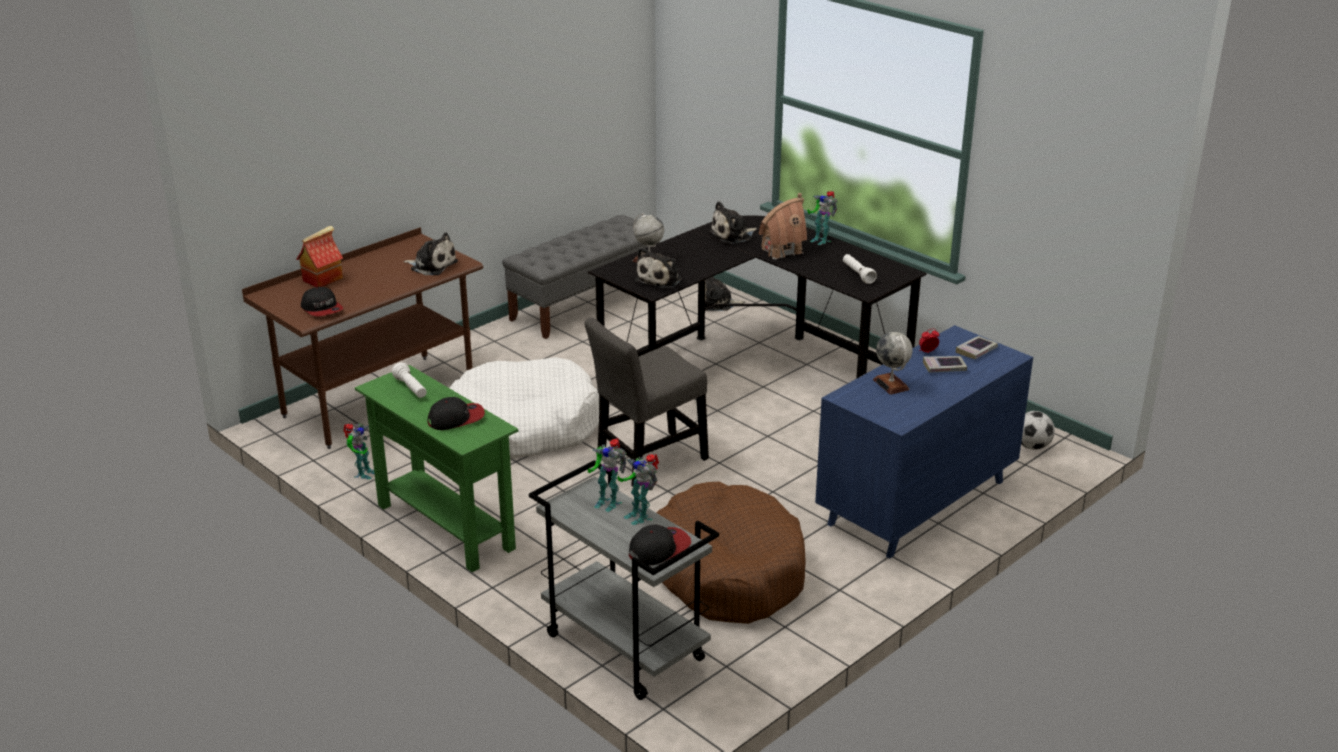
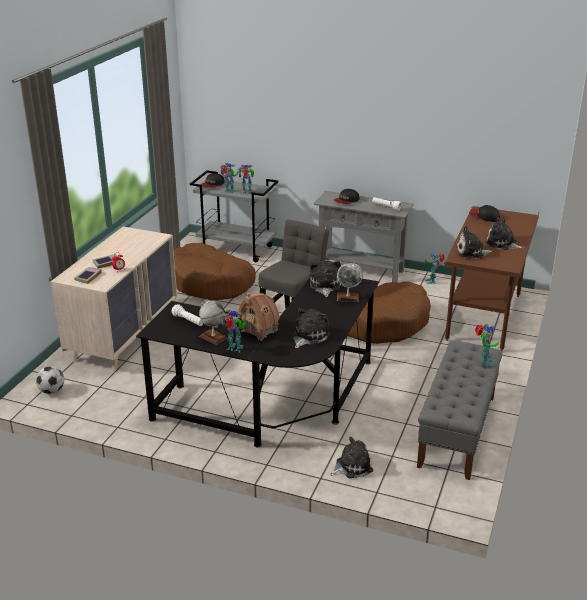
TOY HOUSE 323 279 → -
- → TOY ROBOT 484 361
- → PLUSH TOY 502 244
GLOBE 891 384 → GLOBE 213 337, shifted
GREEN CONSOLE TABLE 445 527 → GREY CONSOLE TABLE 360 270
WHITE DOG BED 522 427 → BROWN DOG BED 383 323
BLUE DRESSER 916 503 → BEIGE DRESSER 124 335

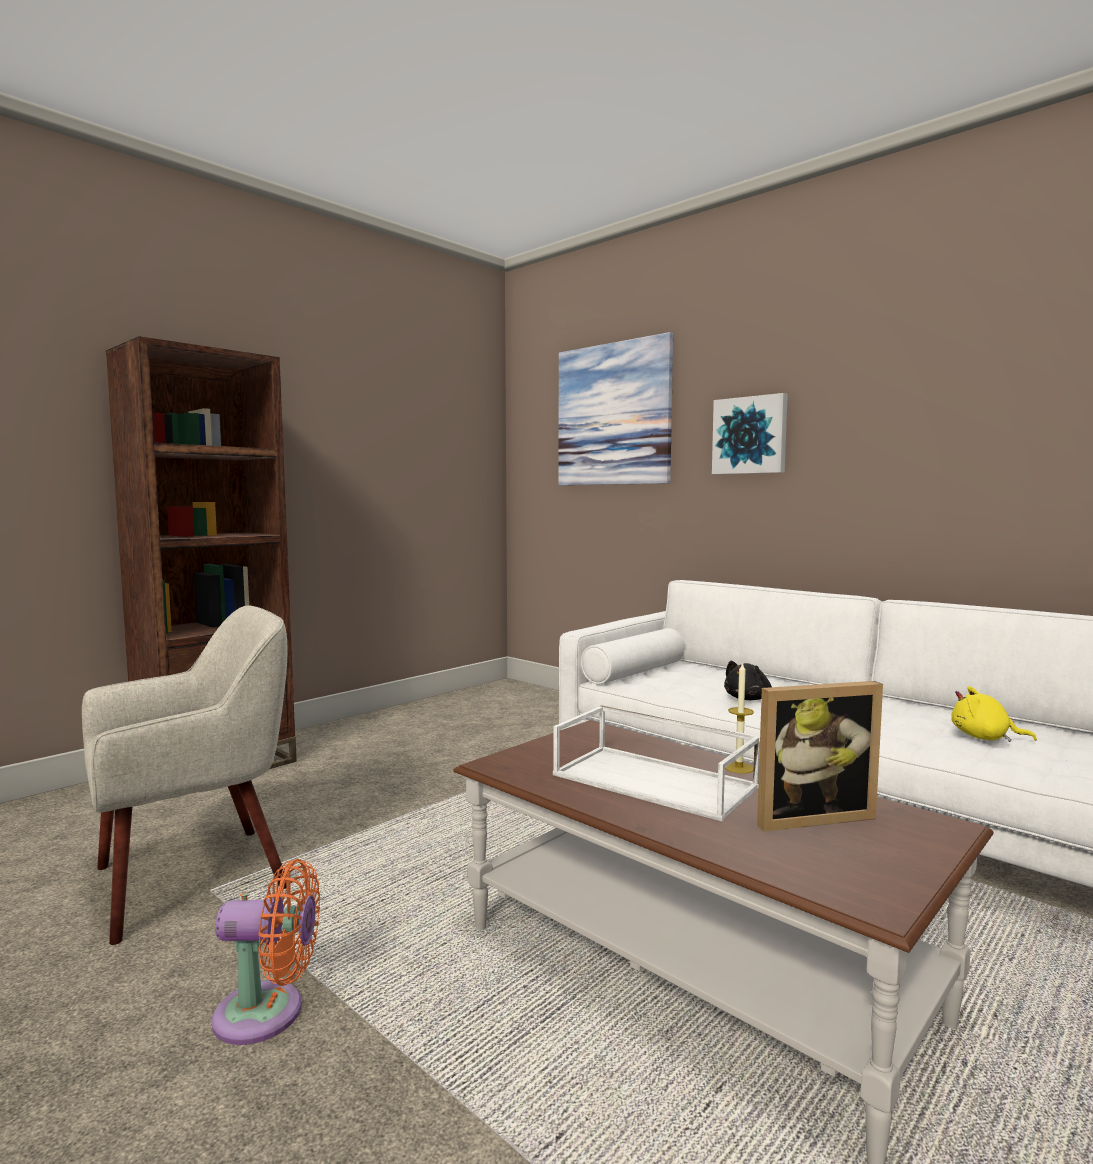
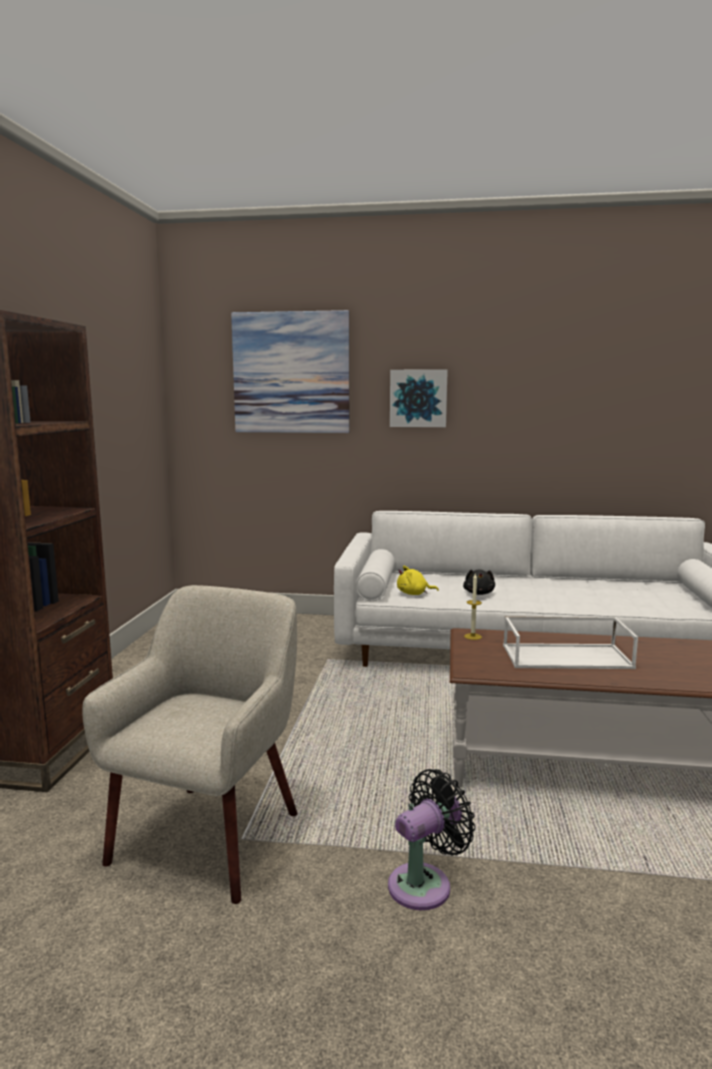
PICTURE FRAME 808 816 → -
CANDLE 739 768 → CANDLE 472 636, shifted
YELLOW PLUSH TOY 984 738 → YELLOW PLUSH TOY 414 594, shifted
ORANGE FAN 268 1013 → BLACK FAN 425 884

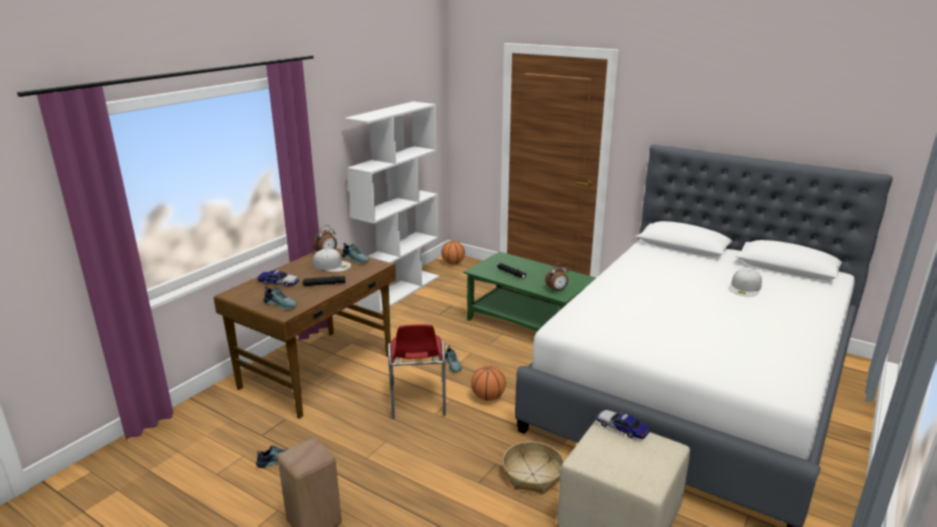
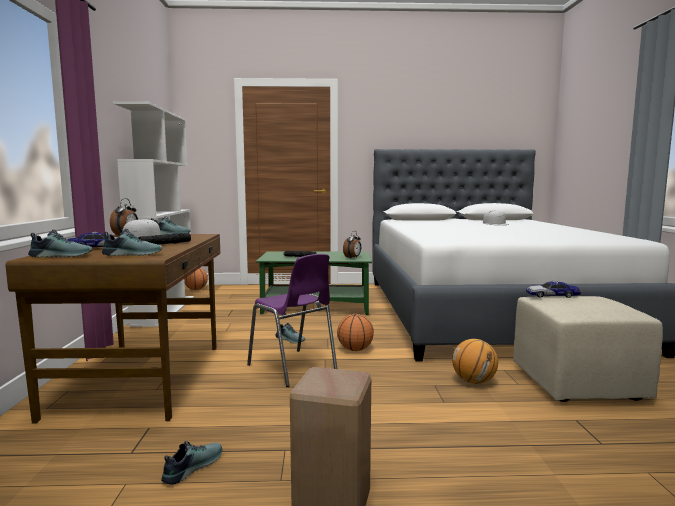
- → SHOE 62 256
BASKET 532 474 → BASKETBALL 474 381
RED CHAIR 418 400 → PURPLE CHAIR 293 368

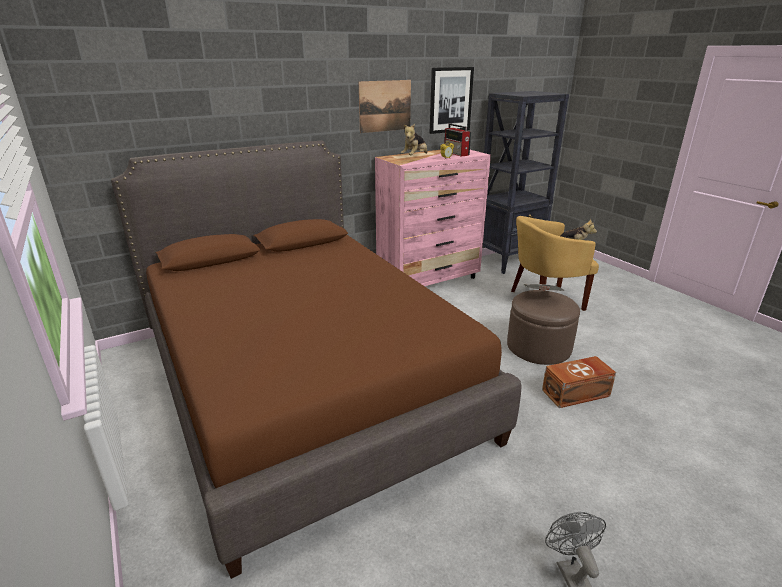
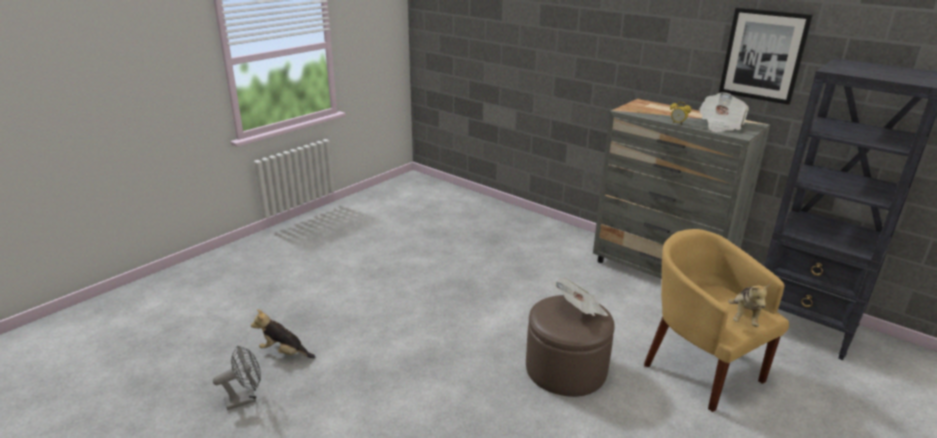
BROWN BED 306 384 → -
PICTURE 385 106 → -
BROWN STORAGE BOX 577 393 → -
PLUSH TOY 415 157 → PLUSH TOY 284 352, shifted
RADIO 456 153 → NEWSPAPER 720 125
PINK DRESSER 429 280 → GREY DRESSER 661 272

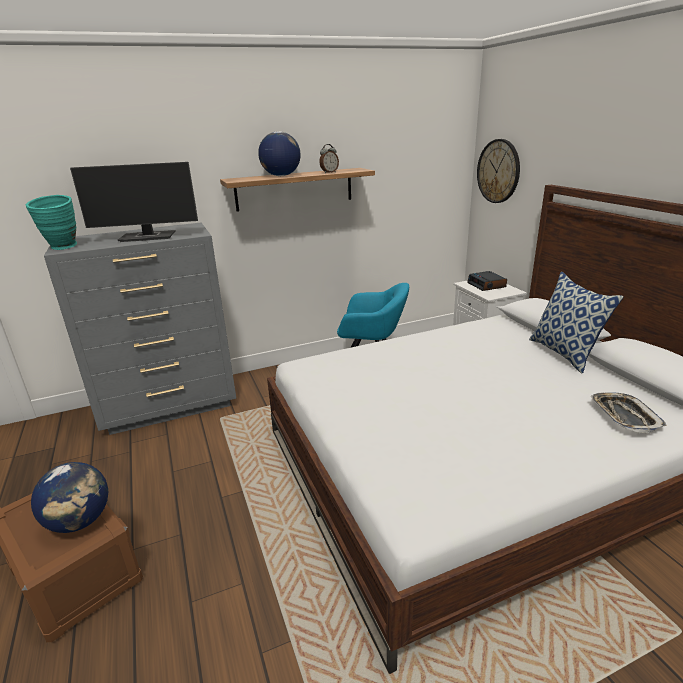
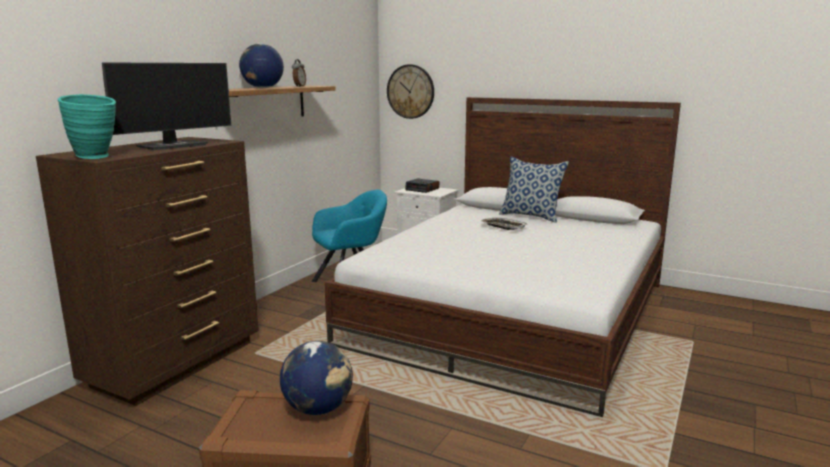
TRAY 624 415 → TRAY 503 227, shifted
GREY DRESSER 171 406 → BROWN DRESSER 177 363

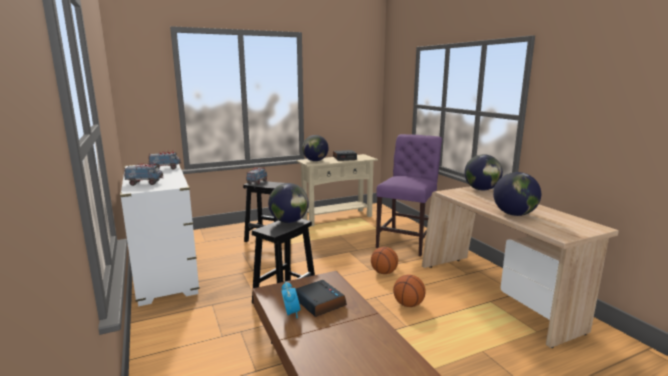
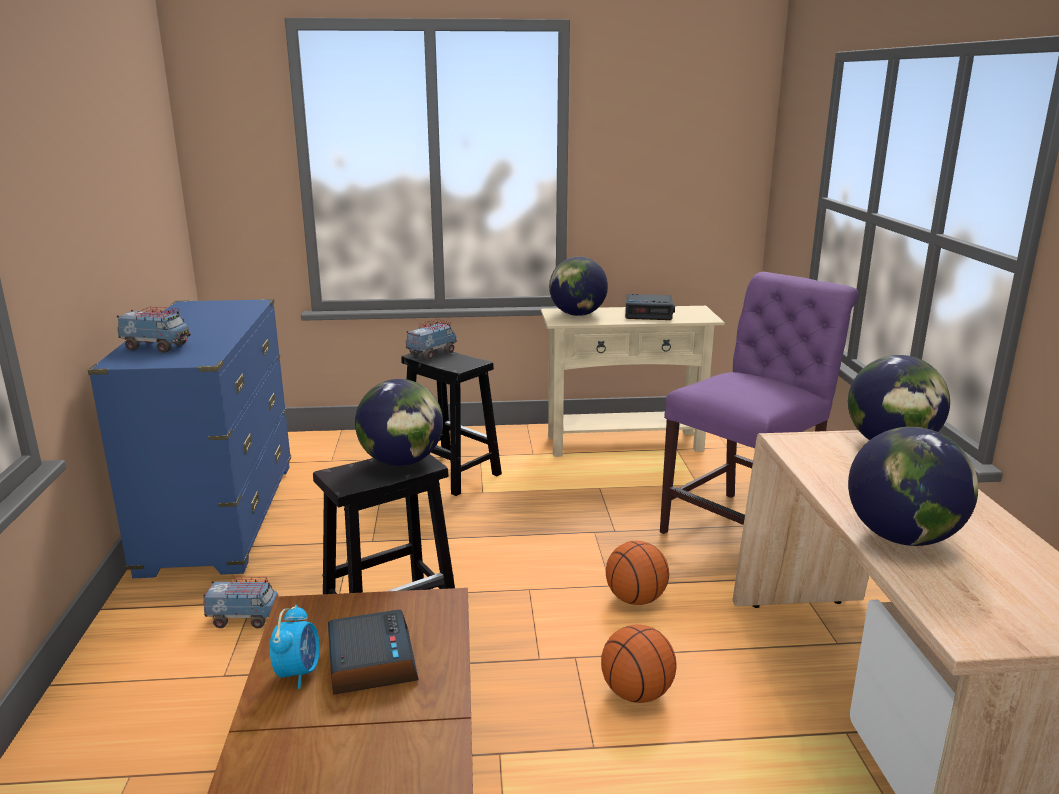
TOY TRUCK 165 168 → TOY TRUCK 244 618, shifted
WHITE DRESSER 165 273 → BLUE DRESSER 221 517

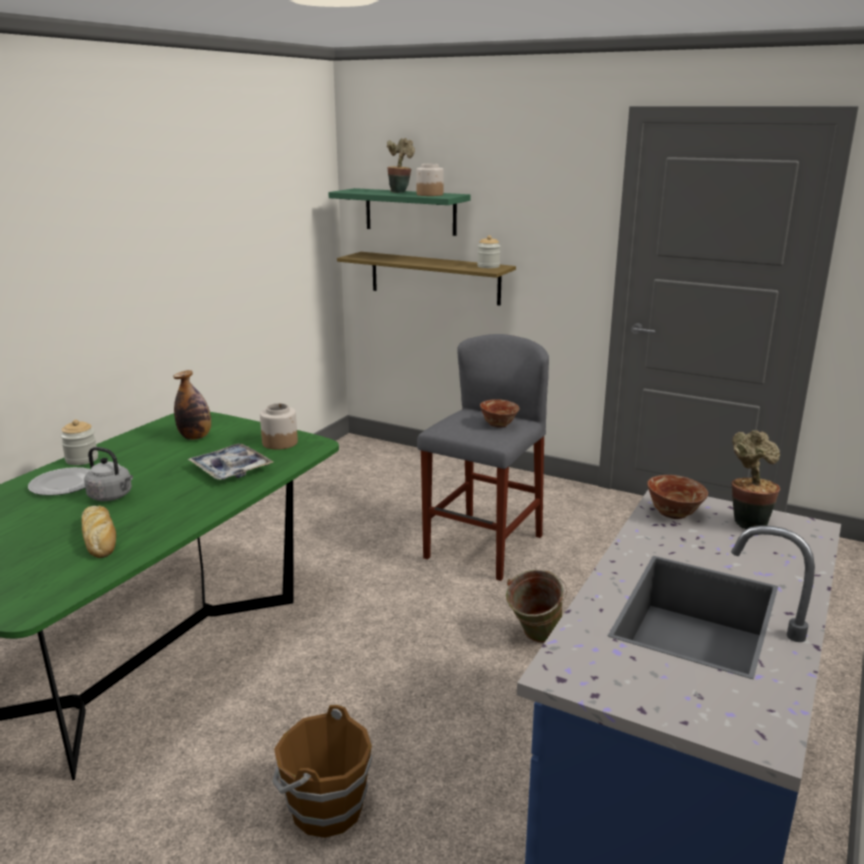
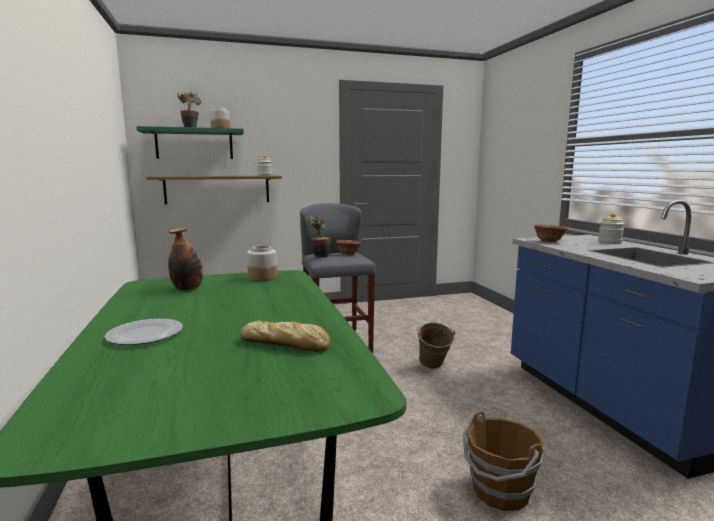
GREY KETTLE 112 496 → -
TRAY 231 469 → -
JAR 82 459 → JAR 609 242, shifted
POTTED PLANT 747 523 → POTTED PLANT 320 257, shifted

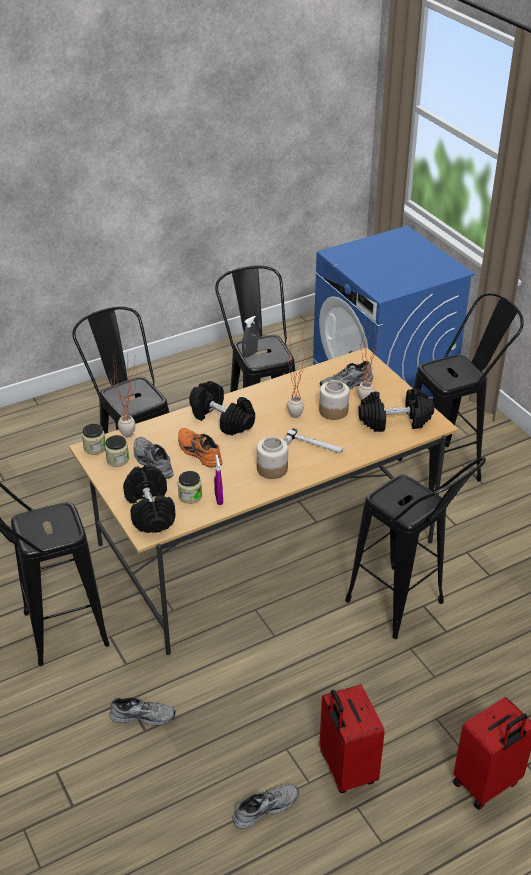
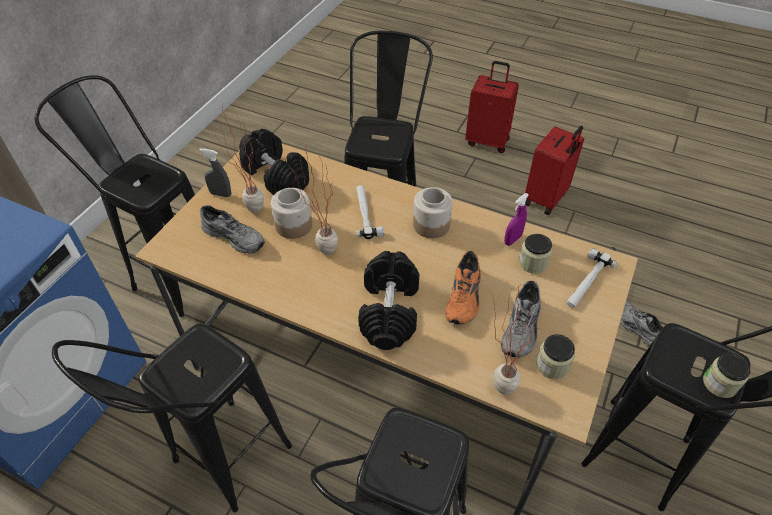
GREY SHOE 264 807 → -
JAR 95 448 → JAR 719 383, shifted
GREY SPRAY BOTTLE 250 354 → GREY SPRAY BOTTLE 221 194, shifted
BLACK DUMBBELL 149 510 → HAMMER 586 282

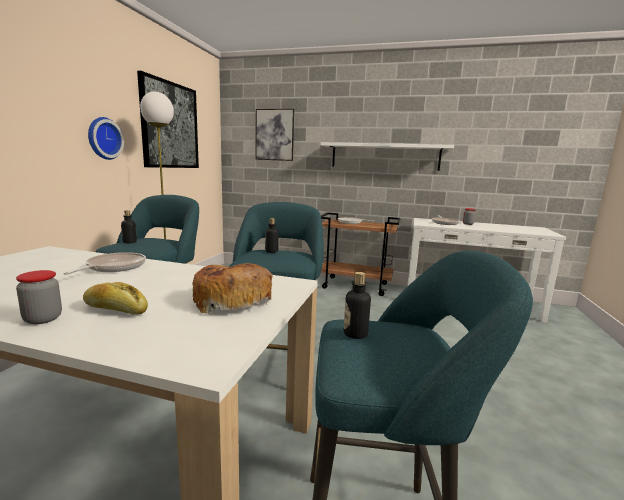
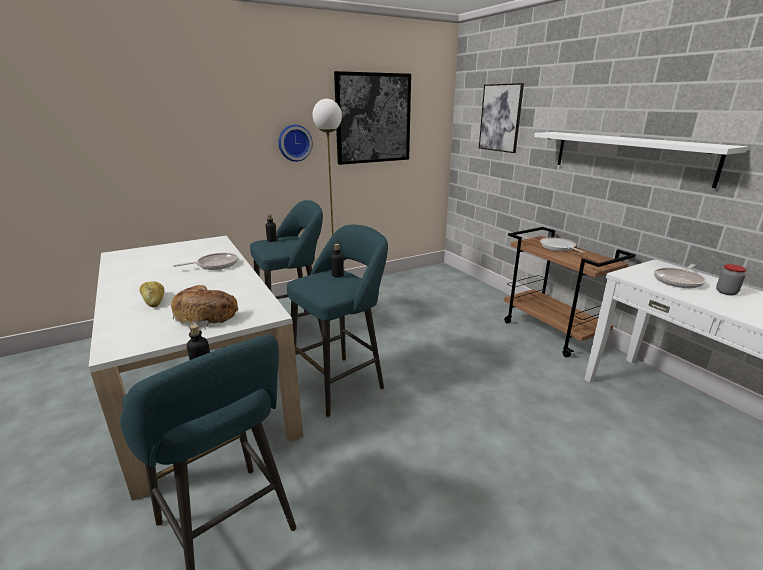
JAR 43 319 → -

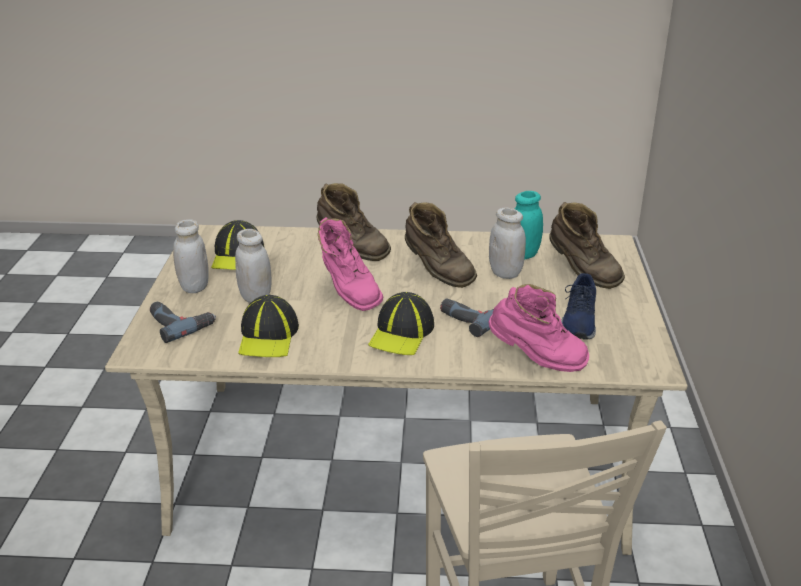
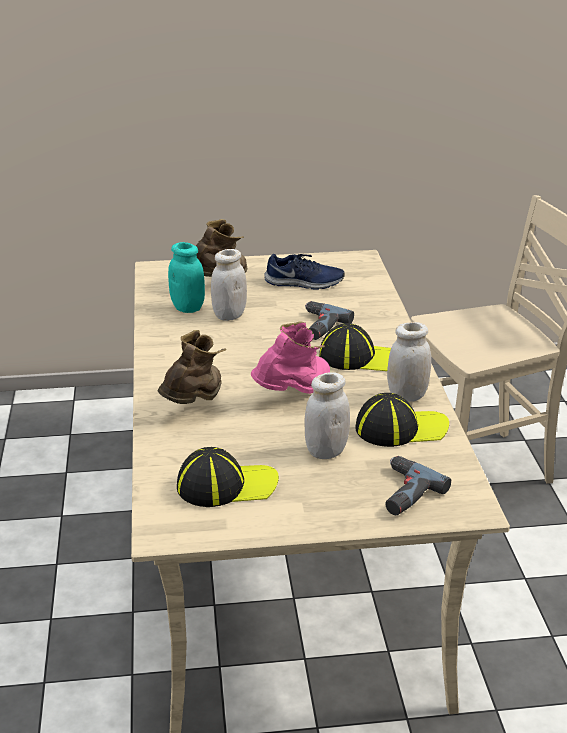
BROWN BOOT 437 273 → -
PINK BOOT 536 360 → -
WHITE JAR 194 287 → WHITE JAR 407 396, shifted

